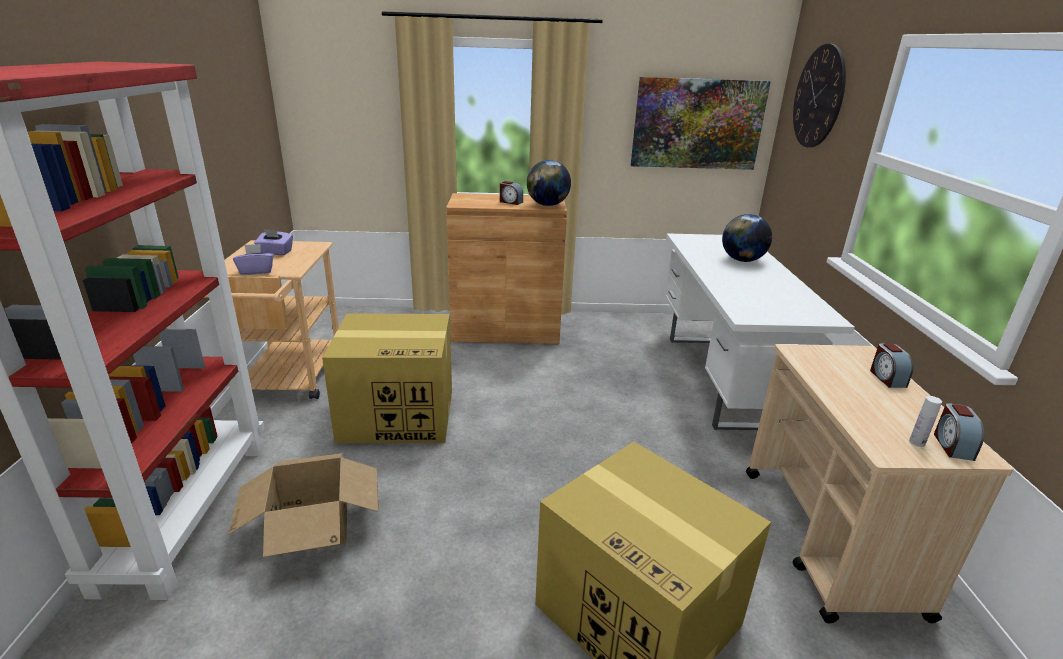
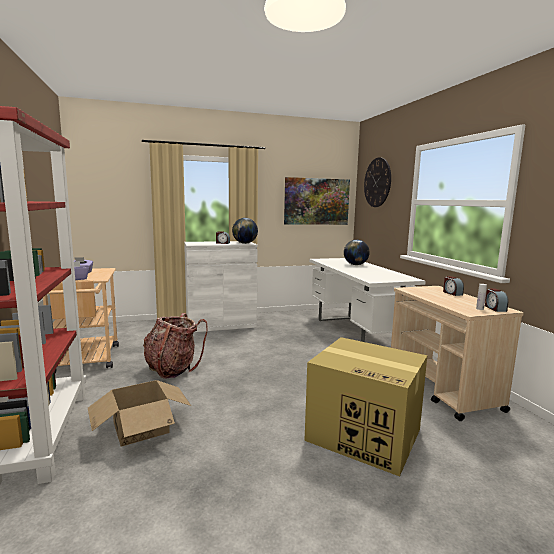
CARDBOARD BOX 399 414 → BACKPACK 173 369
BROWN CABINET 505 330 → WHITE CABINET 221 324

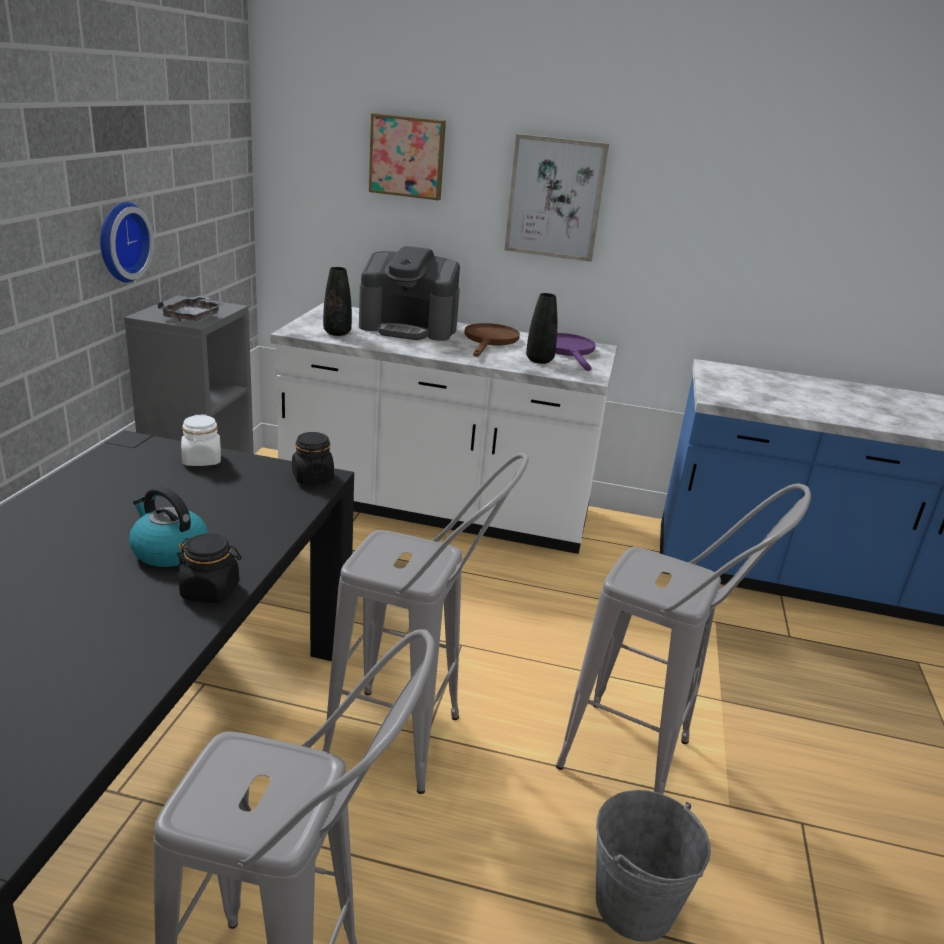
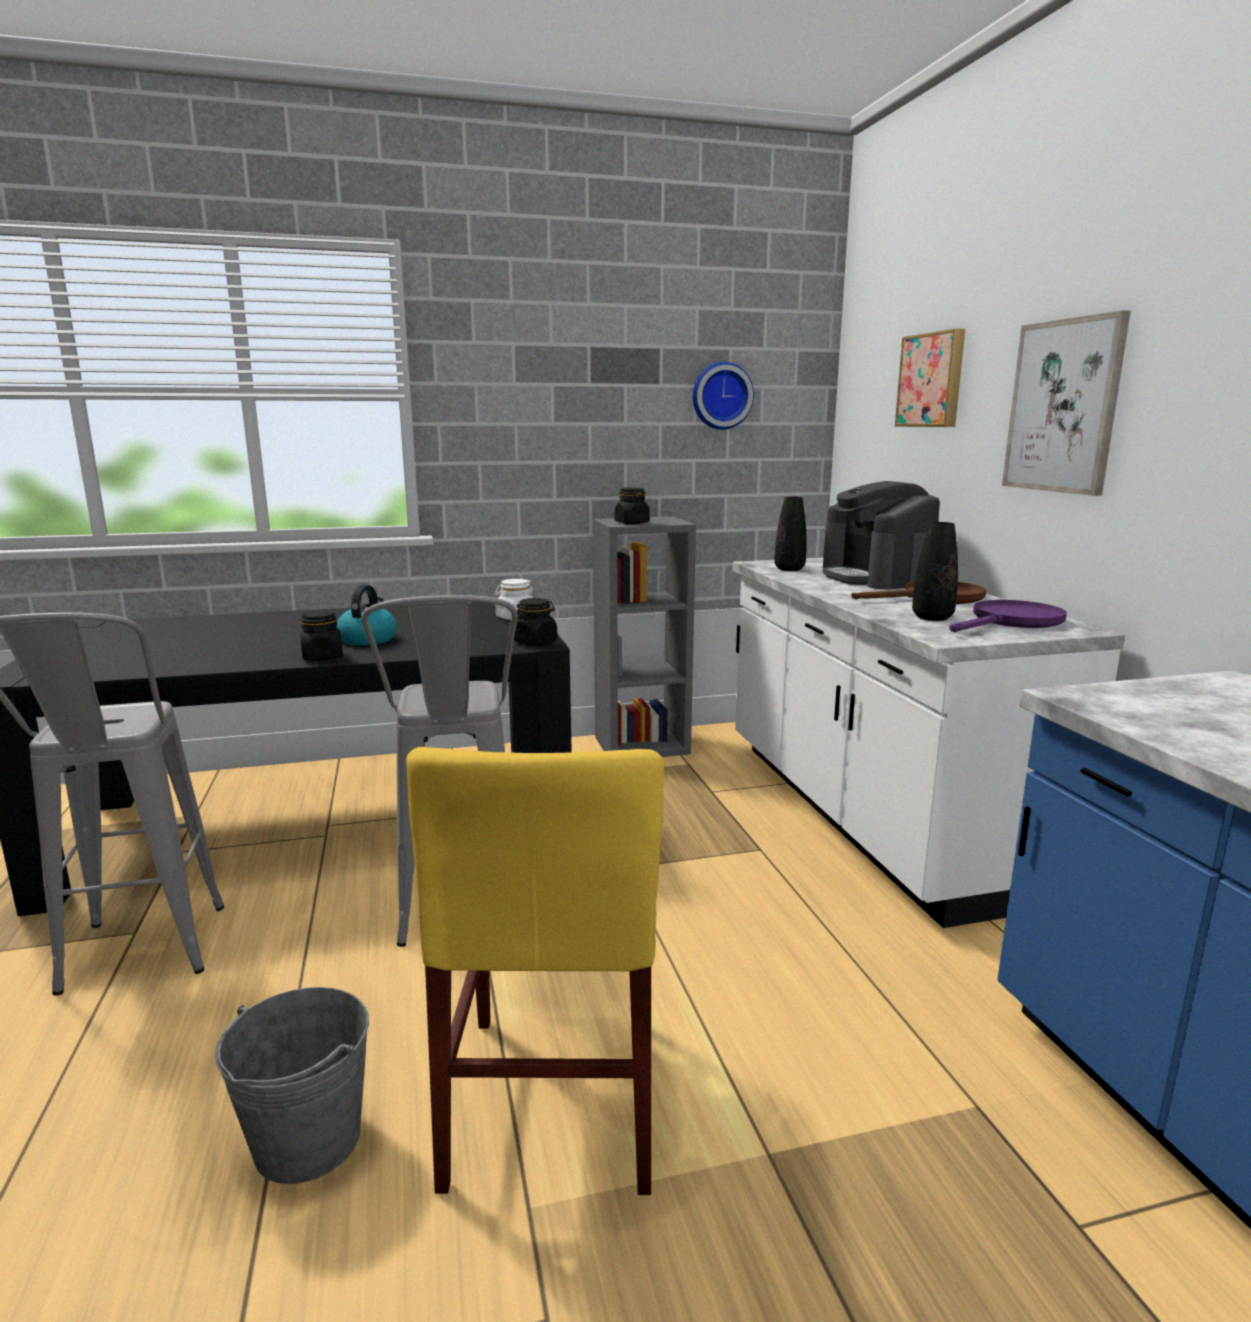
WALL CLOCK 120 241 → WALL CLOCK 721 396, shifted
GREY TRAY 194 317 → BLACK JAR 631 523
GREY STOOL 645 764 → YELLOW CHAIR 554 1096

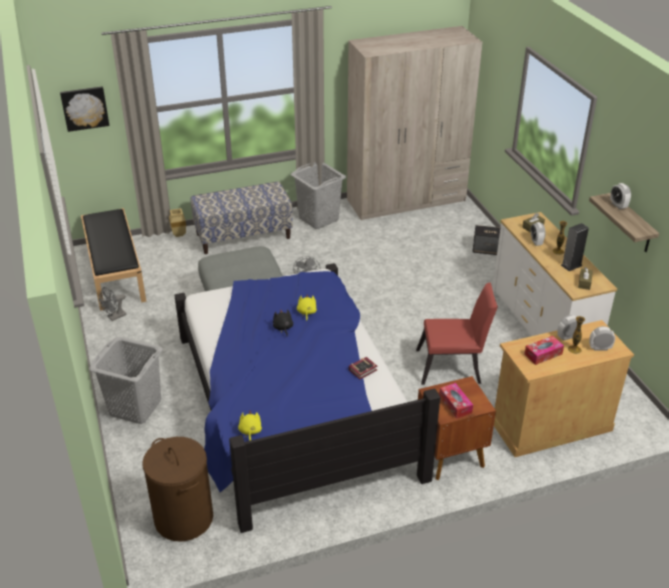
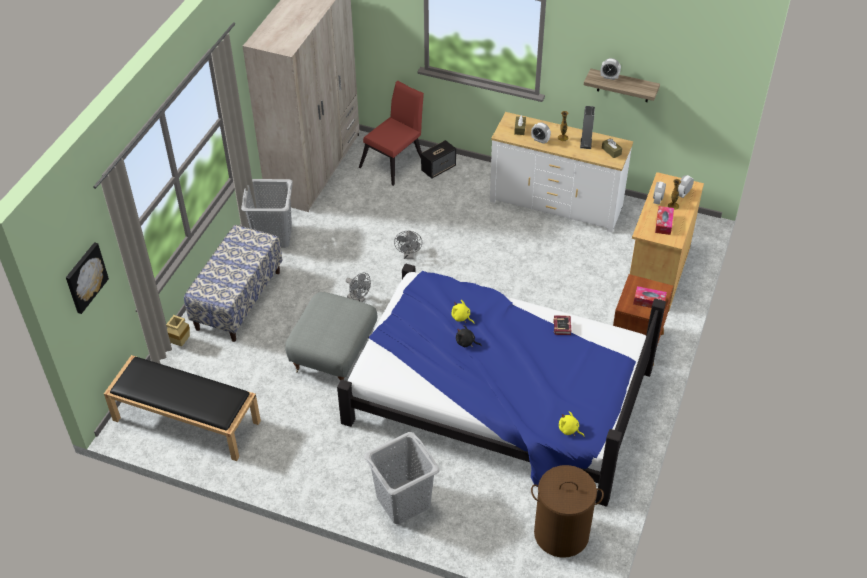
GREY FAN 114 317 → GREY FAN 409 255, shifted
RED CHAIR 453 367 → RED CHAIR 395 161, shifted

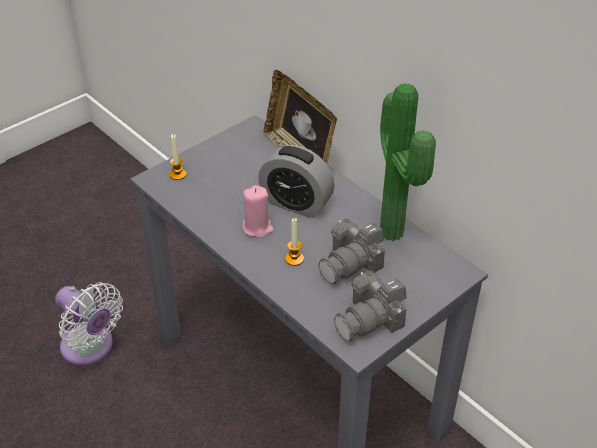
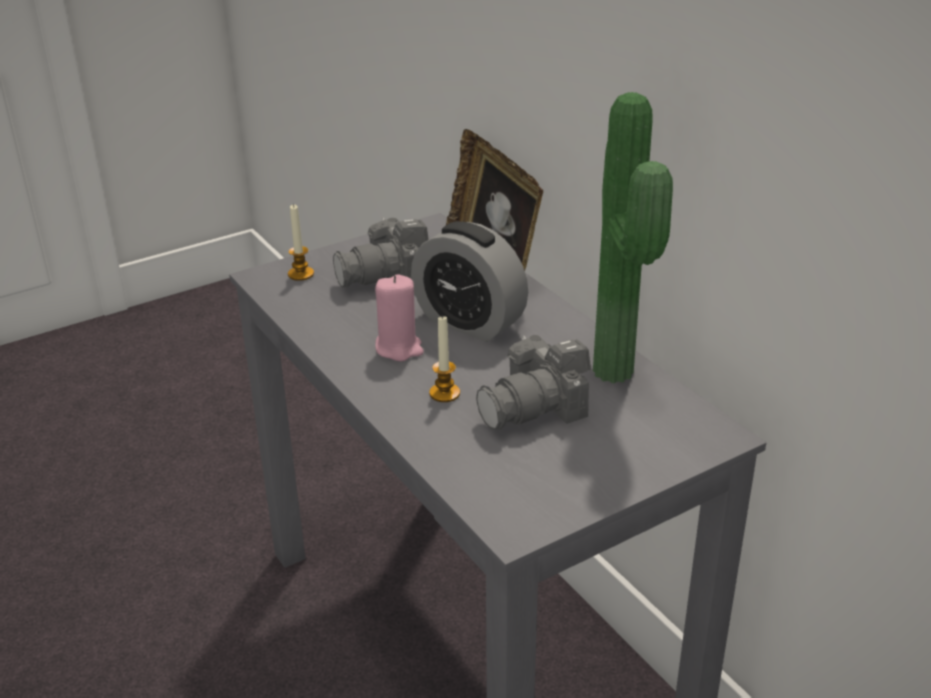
WHITE FAN 90 348 → -
PHOTO CAMERA 371 319 → PHOTO CAMERA 386 275, shifted

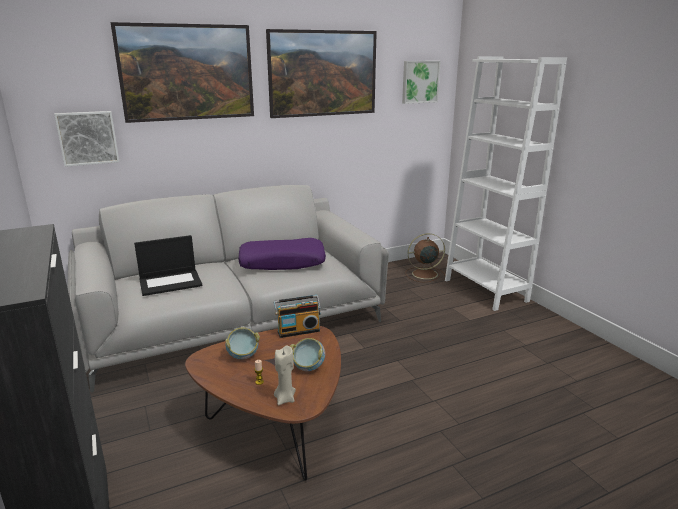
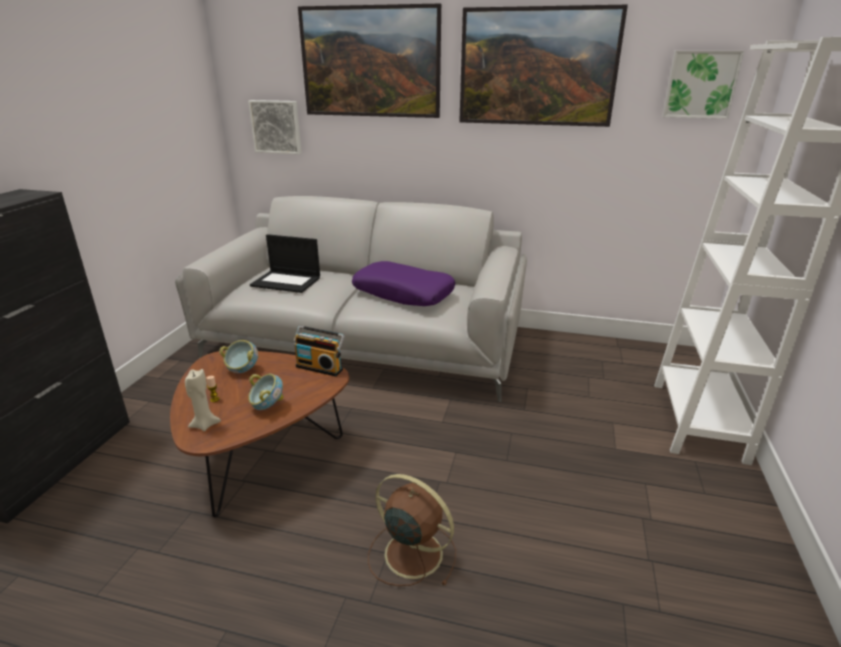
BROWN FAN 423 274 → BROWN FAN 411 552, shifted

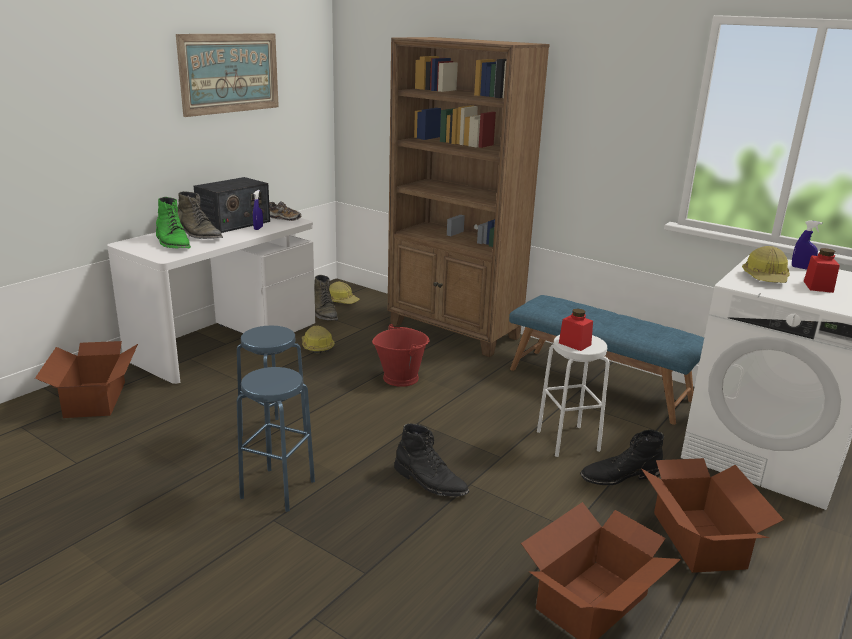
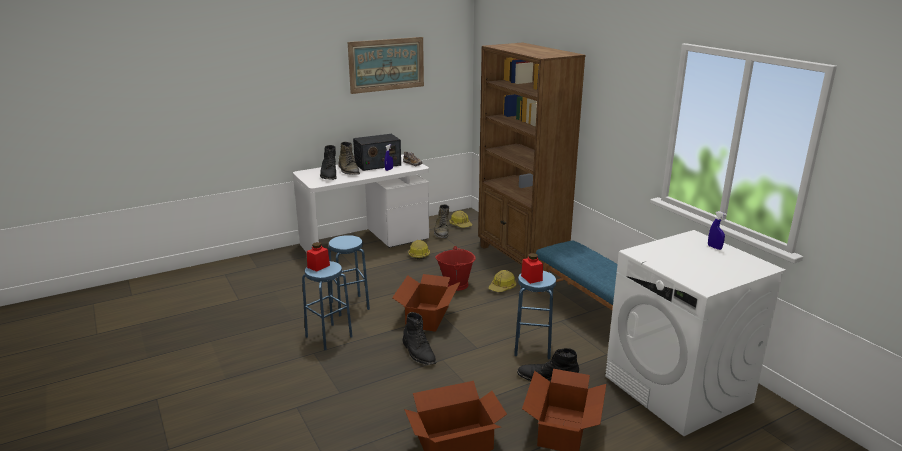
CARDBOARD BOX 96 399 → CARDBOARD BOX 428 316, shifted
HARD HAT 765 278 → HARD HAT 502 287, shifted
RED JAR 818 286 → RED JAR 318 266, shifted
GREEN BOOT 173 243 → BLACK BOOT 329 175
WHITE STOOL 568 441 → BLUE STOOL 533 347

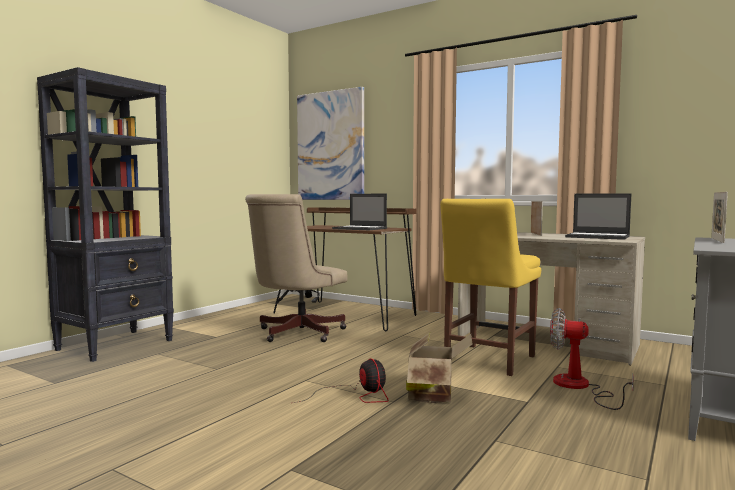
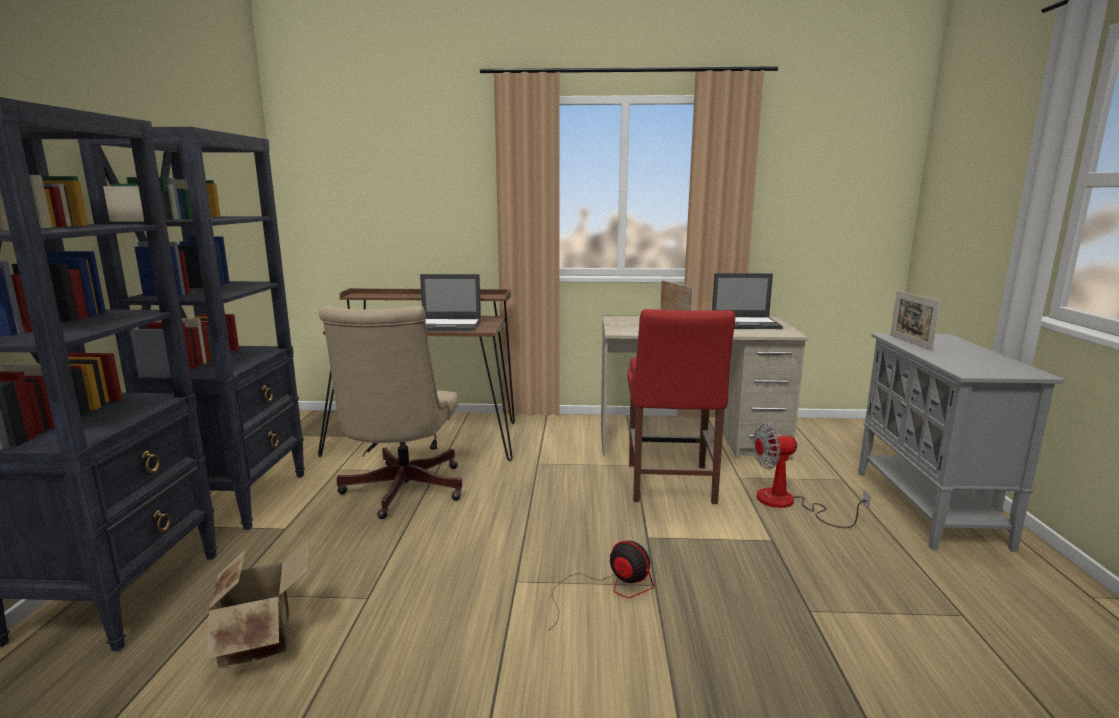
PICTURE 330 146 → -
- → BLACK BOOKCASE 237 498
CARDBOARD BOX 435 395 → CARDBOARD BOX 263 638, shifted
YELLOW CHAIR 487 361 → RED CHAIR 670 485

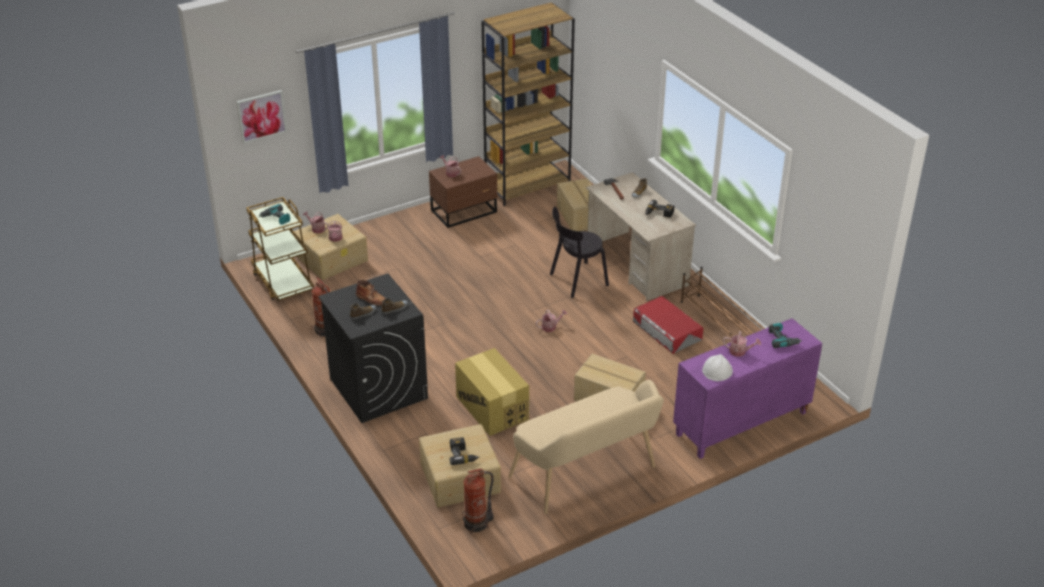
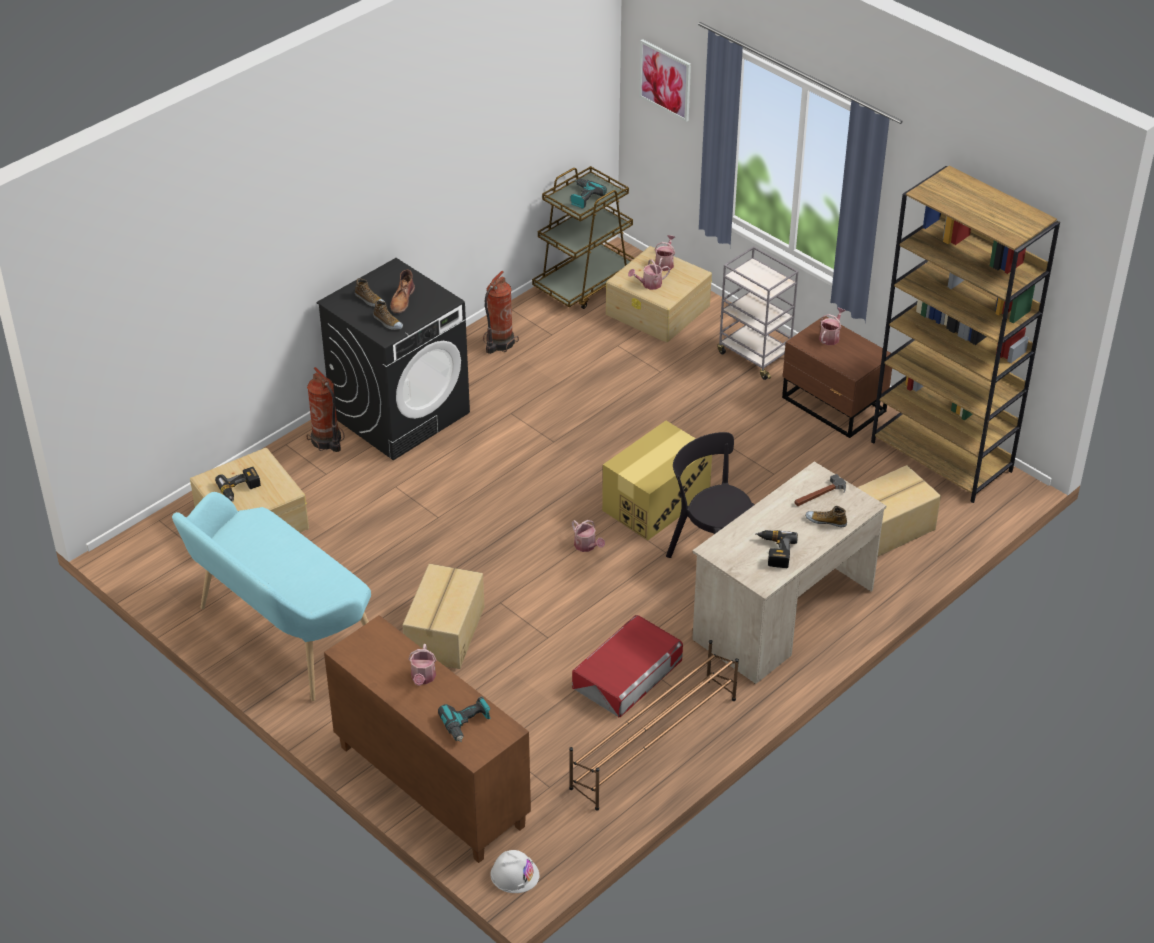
- → GREY CART 755 355
CARDBOARD BOX 492 408 → CARDBOARD BOX 656 502, shifted
FIRE EXTINGUISHER 477 523 → FIRE EXTINGUISHER 326 441, shifted
WHITE HARD HAT 717 371 → WHITE HARD HAT 514 874, shifted
BEIGE BENCH 587 475 → TURQUOISE BENCH 281 636
PURPLE CABINET 741 424 → BROWN CABINET 429 786

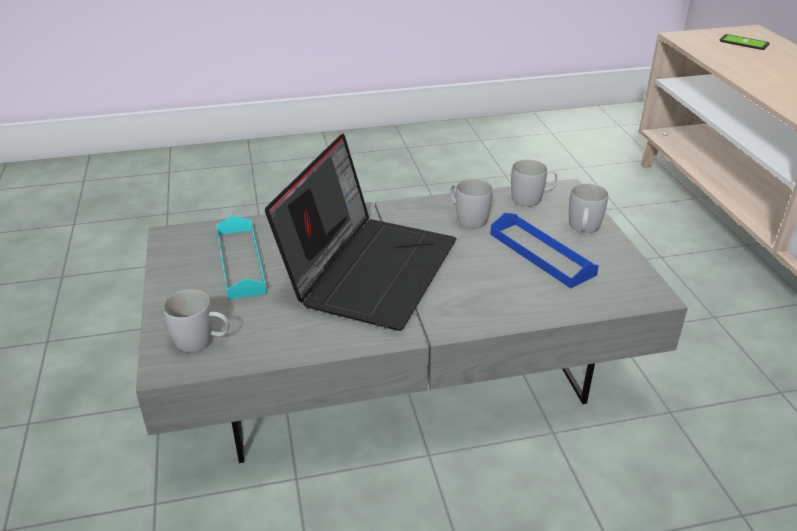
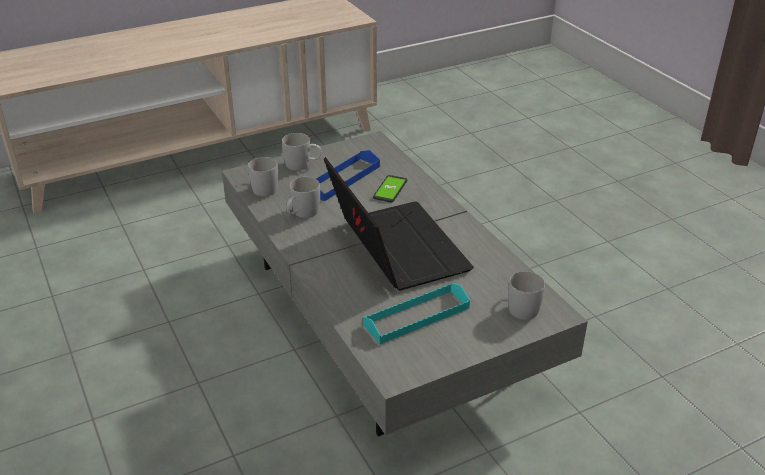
PHONE 743 43 → PHONE 390 189, shifted
LAPTOP 369 269 → LAPTOP 395 248, 60 degrees clockwise

